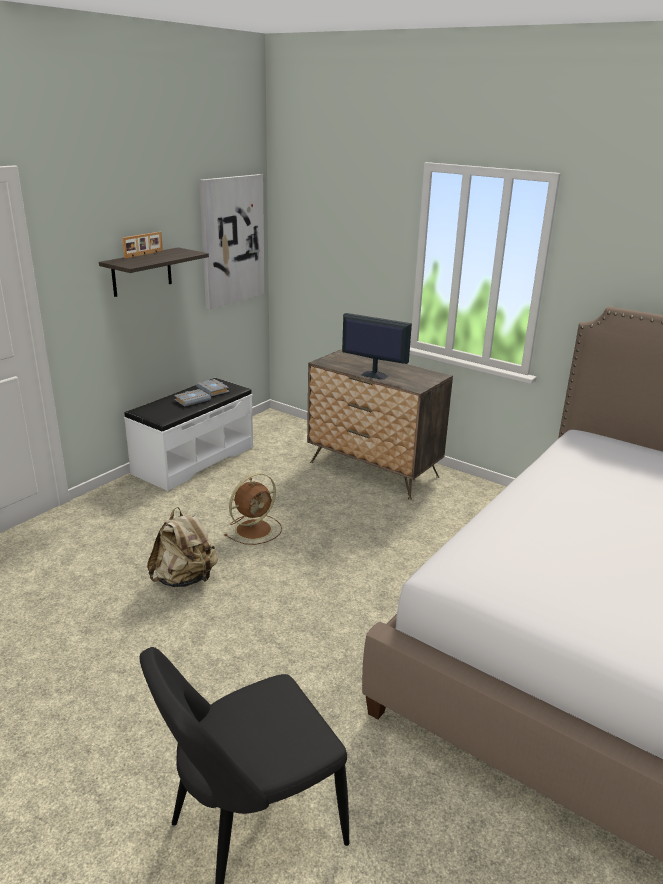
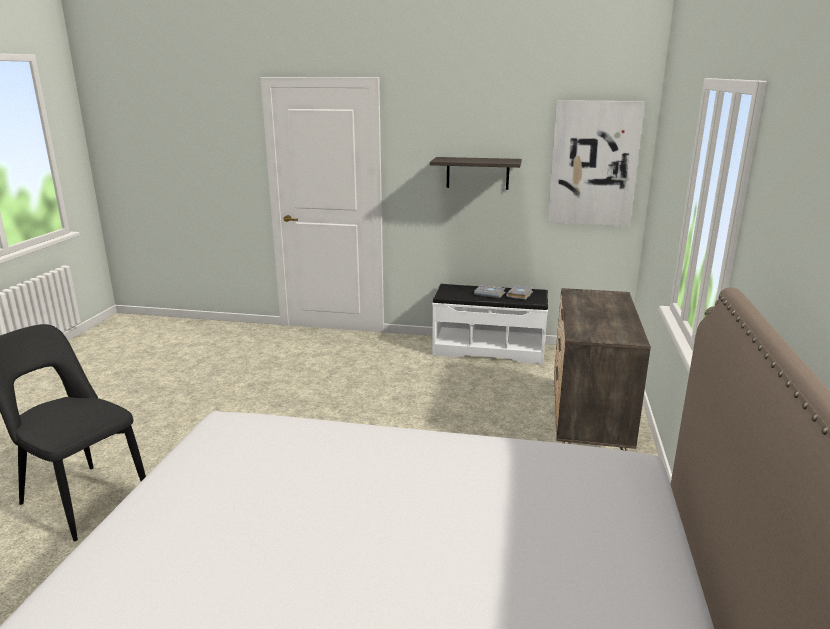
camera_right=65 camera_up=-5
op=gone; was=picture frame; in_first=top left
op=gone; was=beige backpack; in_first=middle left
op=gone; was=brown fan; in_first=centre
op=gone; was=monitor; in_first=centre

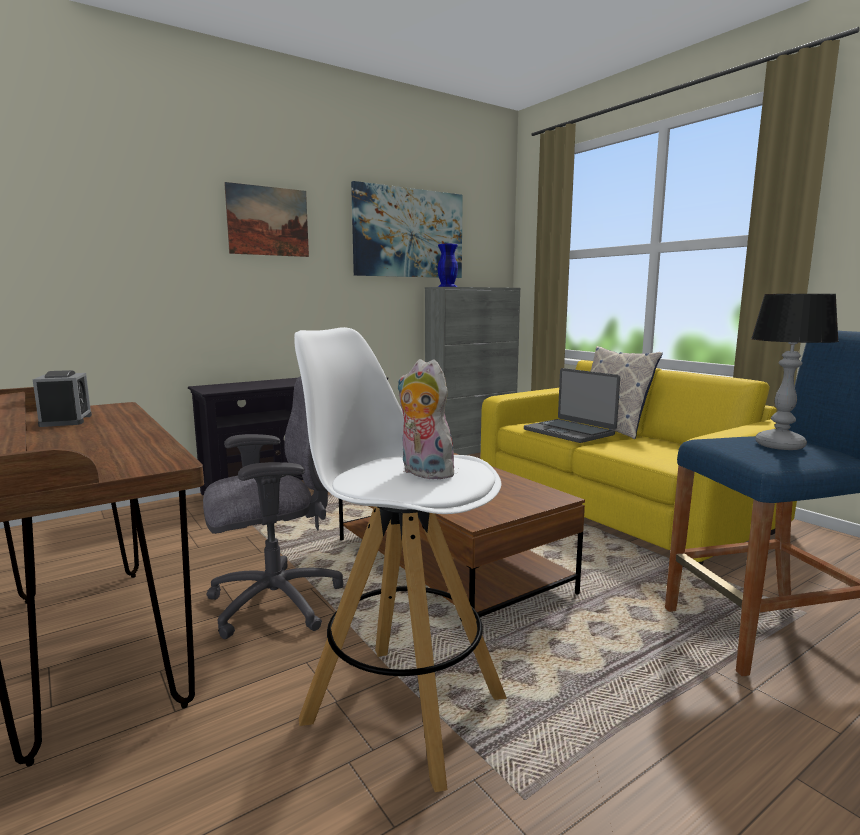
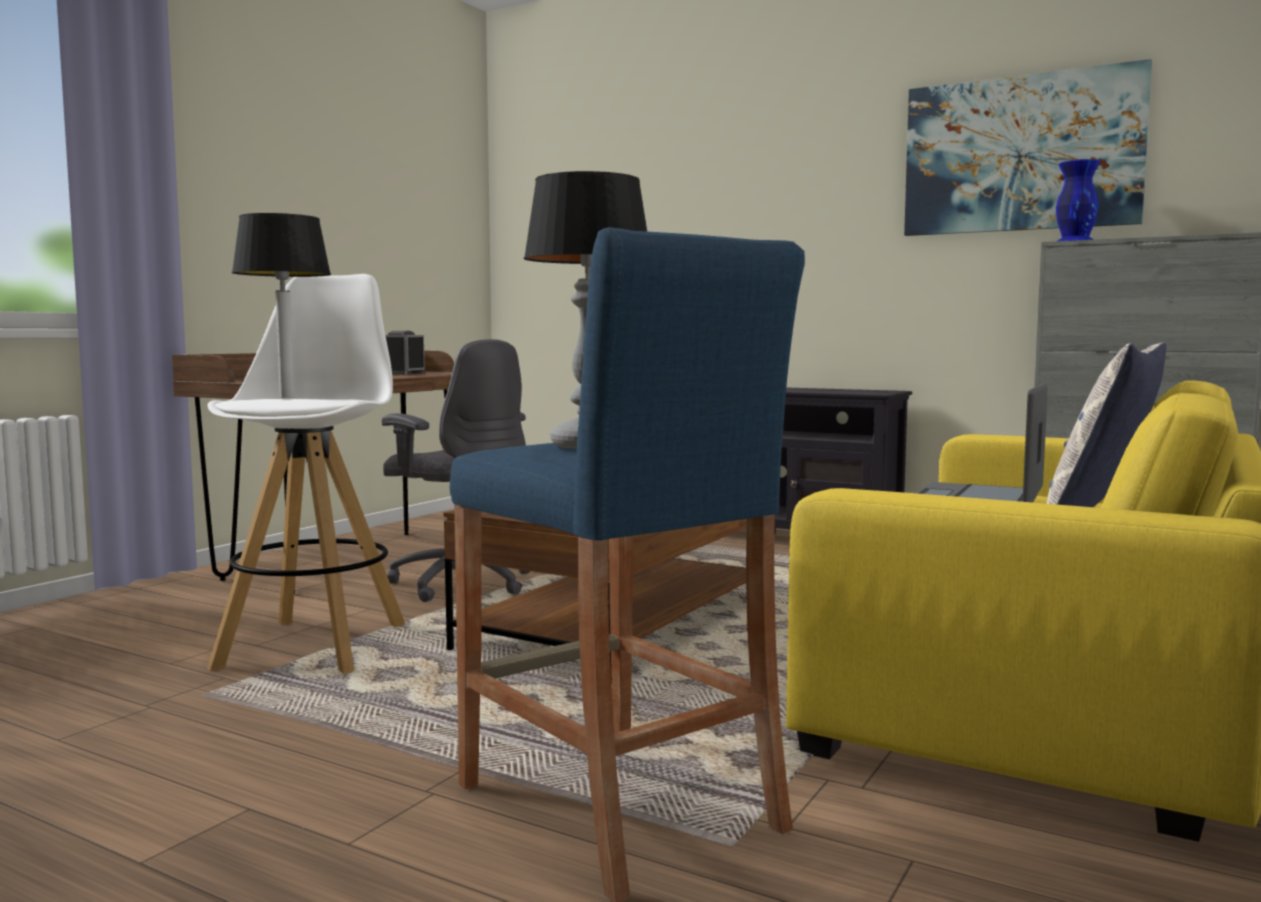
camera_right=65 camera_up=-5
op=gone; was=picture (no. 1 from left); in_first=top left
op=swapped; was=plush toy; now=table lamp (no. 1 from left); in_first=centre; in_second=middle left
op=rotated; was=alarm clock; in_first=middle left; in_second=middle left; clockwise=150

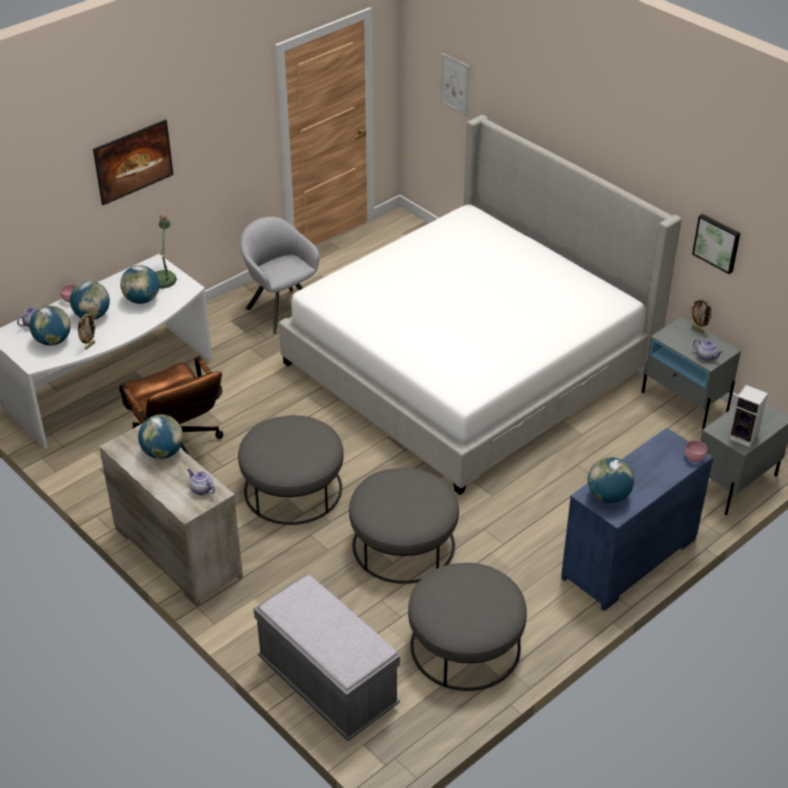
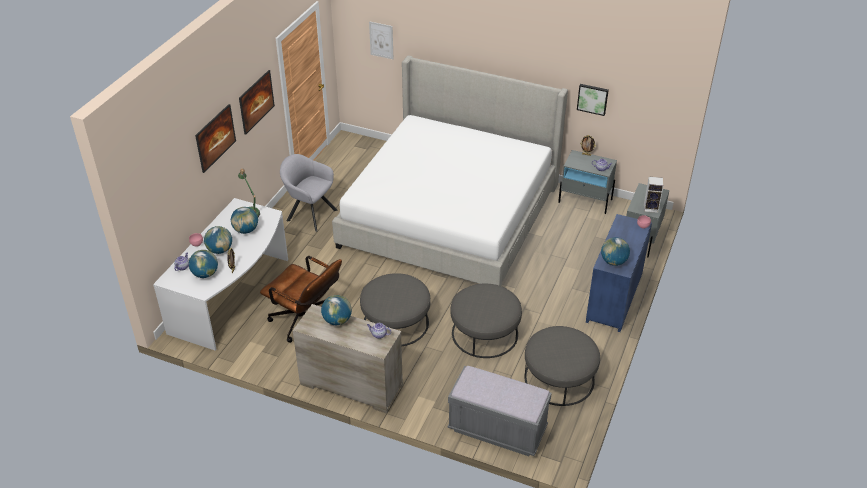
camera_right=-25 camera_up=0
op=new; now=picture (no. 2 from left); in_second=top left

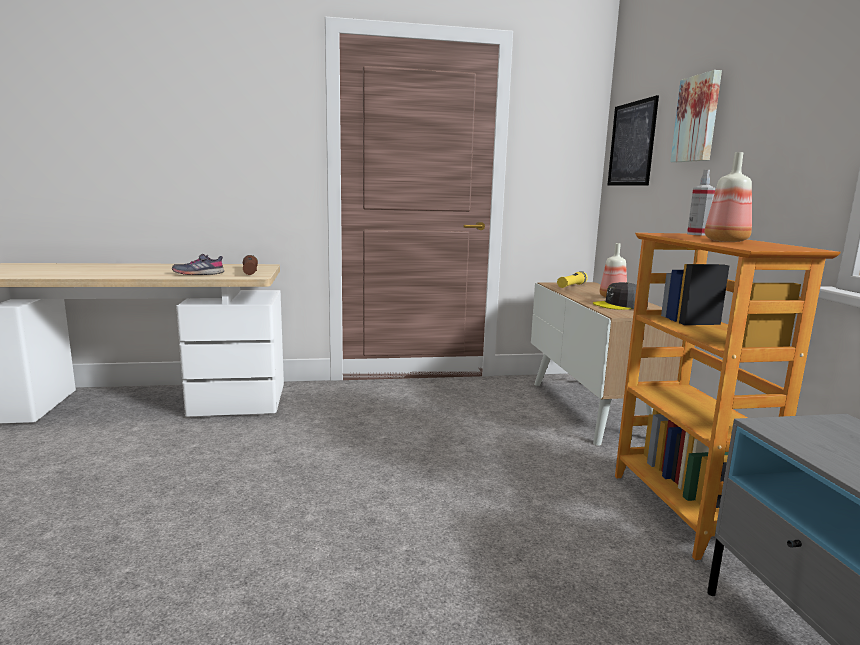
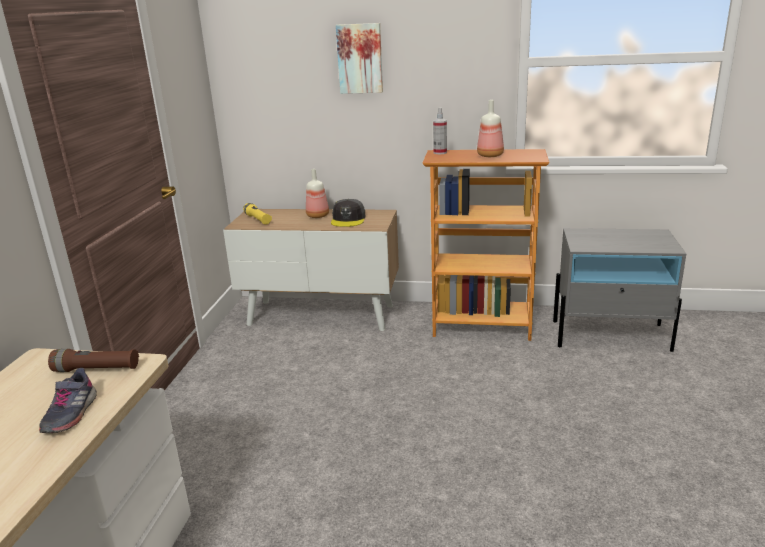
camera_right=-70 camera_up=10
op=gone; was=picture (no. 1 from left); in_first=top right

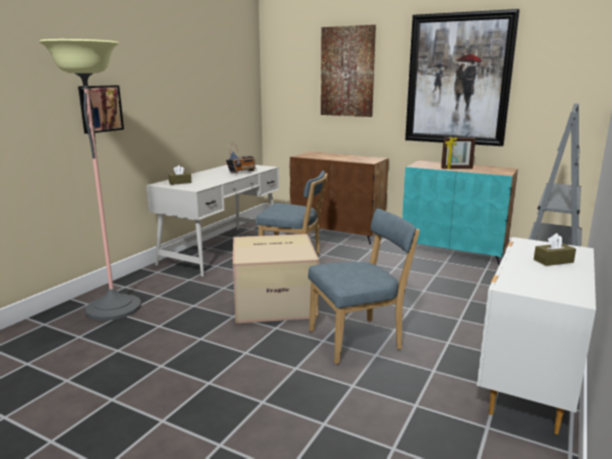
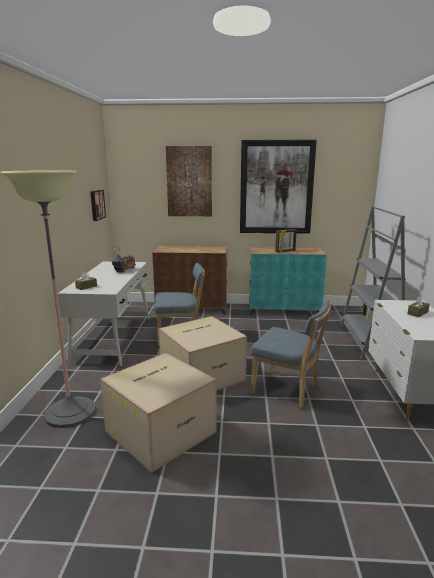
camera_right=-25 camera_up=0
op=new; now=cardboard box (no. 1 from left); in_second=bottom centre
op=shifted; was=picture (no. 1 from left); in_first=top left; in_second=middle left
op=rotated; was=blue chair (no. 2 from left); in_first=centre; in_second=middle right; clockwise=75

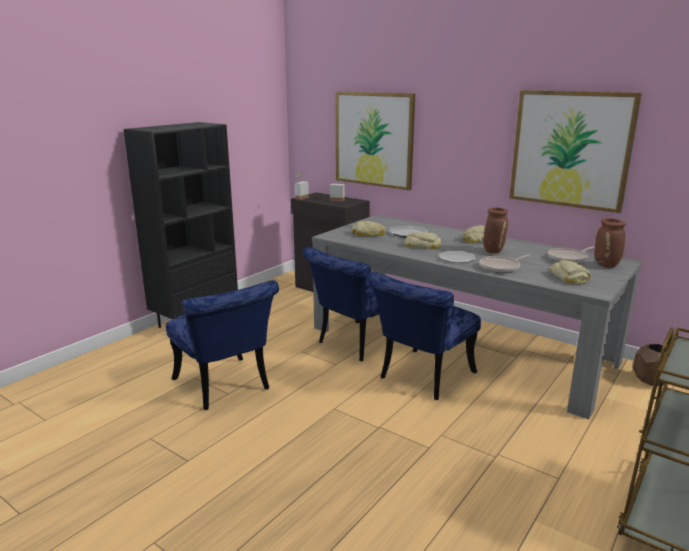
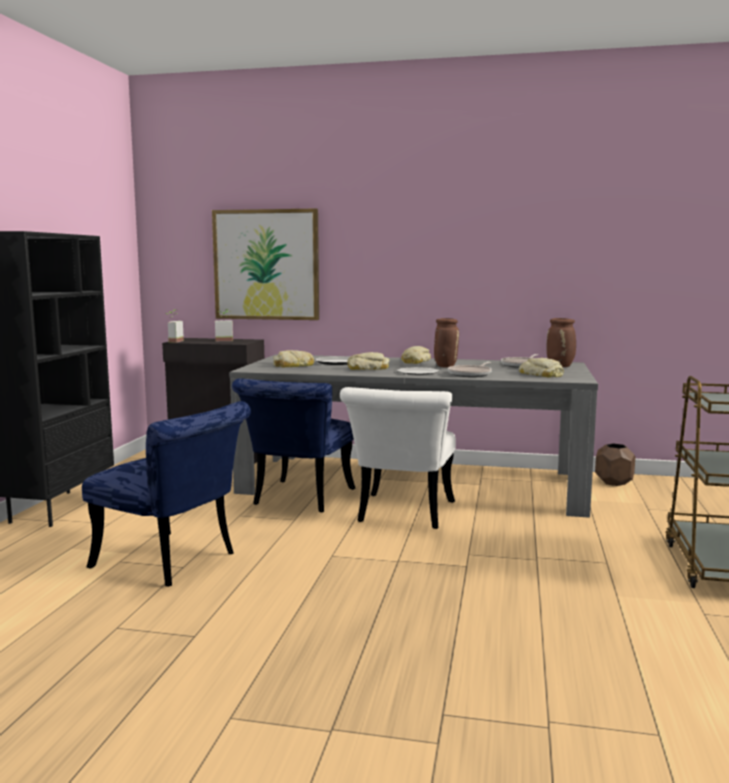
camera_right=-25 camera_up=-10
op=gone; was=picture (no. 2 from left); in_first=top right
op=repainted; was=blue chair (no. 3 from left); now=white chair; in_first=centre; in_second=centre

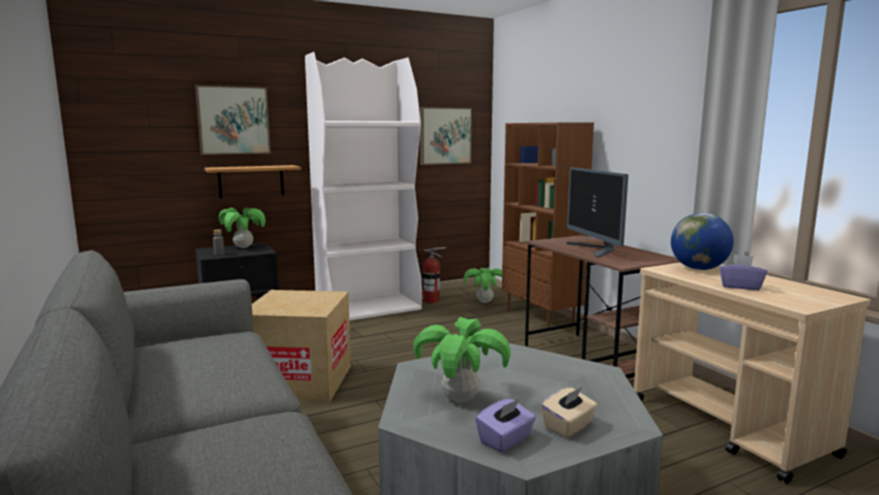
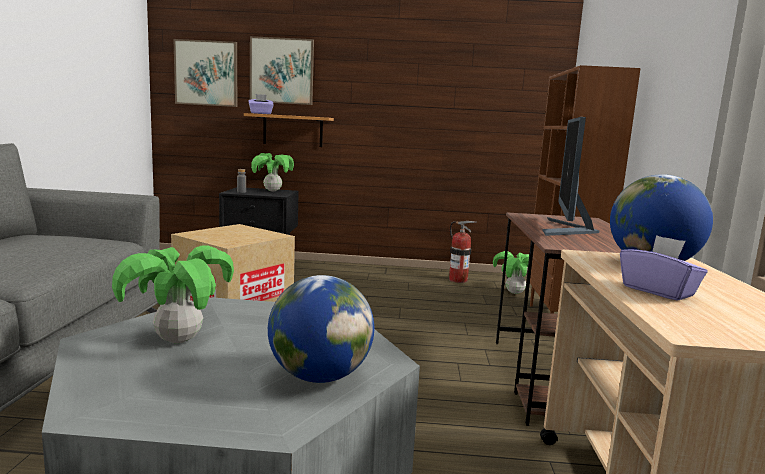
camera_right=30 camera_up=0
op=gone; was=white bookcase; in_first=centre
op=gone; was=beige tissue box; in_first=bottom centre
op=new; now=globe (no. 1 from left); in_second=bottom centre
op=shifted; was=picture (no. 2 from left in the first image); now=picture (no. 1 from left); in_first=top centre; in_second=top left
op=shifted; was=purple tissue box (no. 1 from left); in_first=bottom centre; in_second=top centre

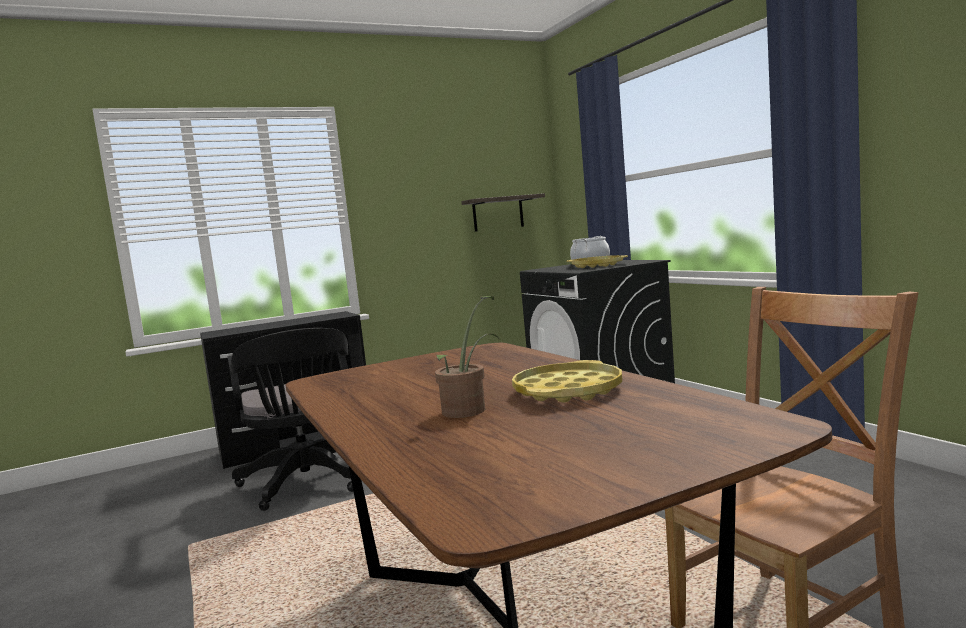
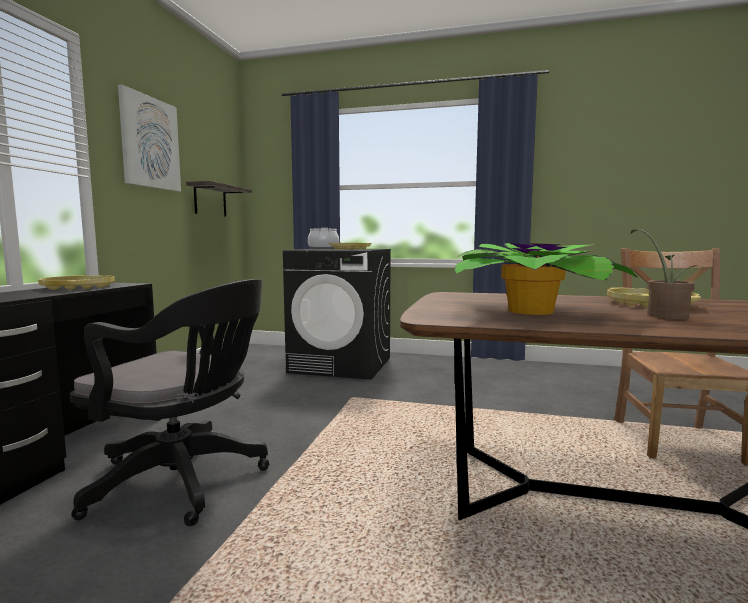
camera_right=-50 camera_up=0
op=new; now=yellow tray (no. 1 from left); in_second=middle left
op=new; now=picture; in_second=top left
op=new; now=potted plant (no. 1 from left); in_second=middle right

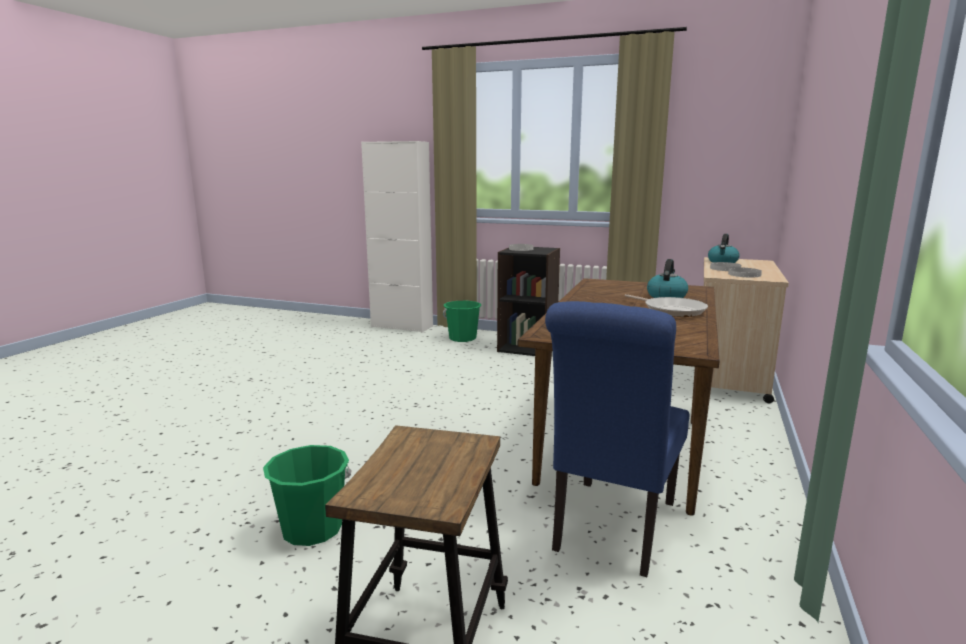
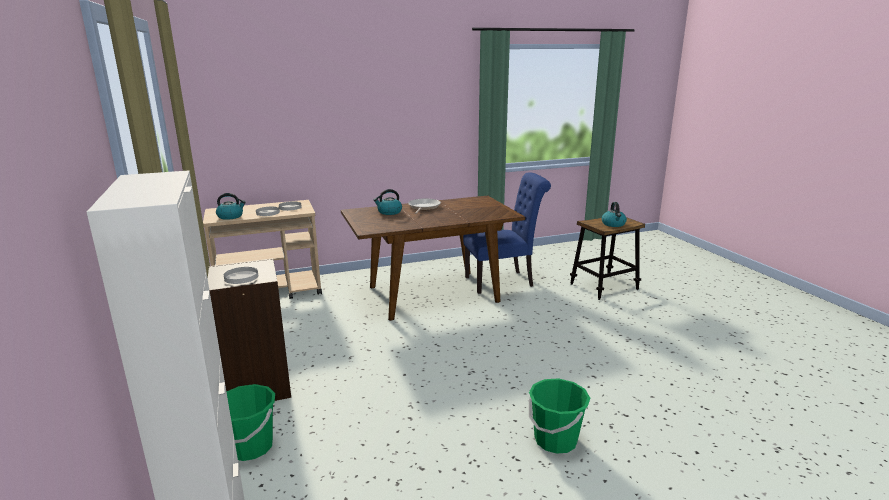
camera_right=-130 camera_up=5
op=new; now=kettle (no. 3 from left); in_second=middle right
op=shifted; was=green bucket (no. 1 from left in the first image); now=green bucket (no. 2 from left); in_first=bottom left; in_second=bottom centre

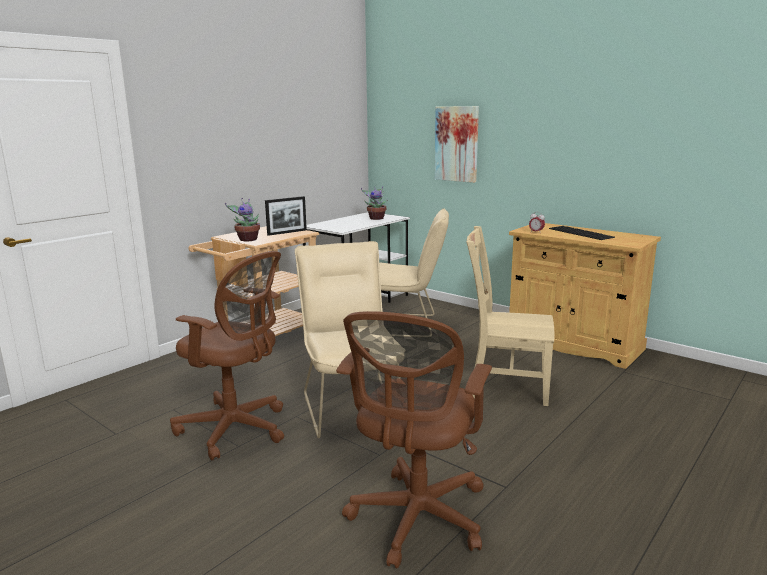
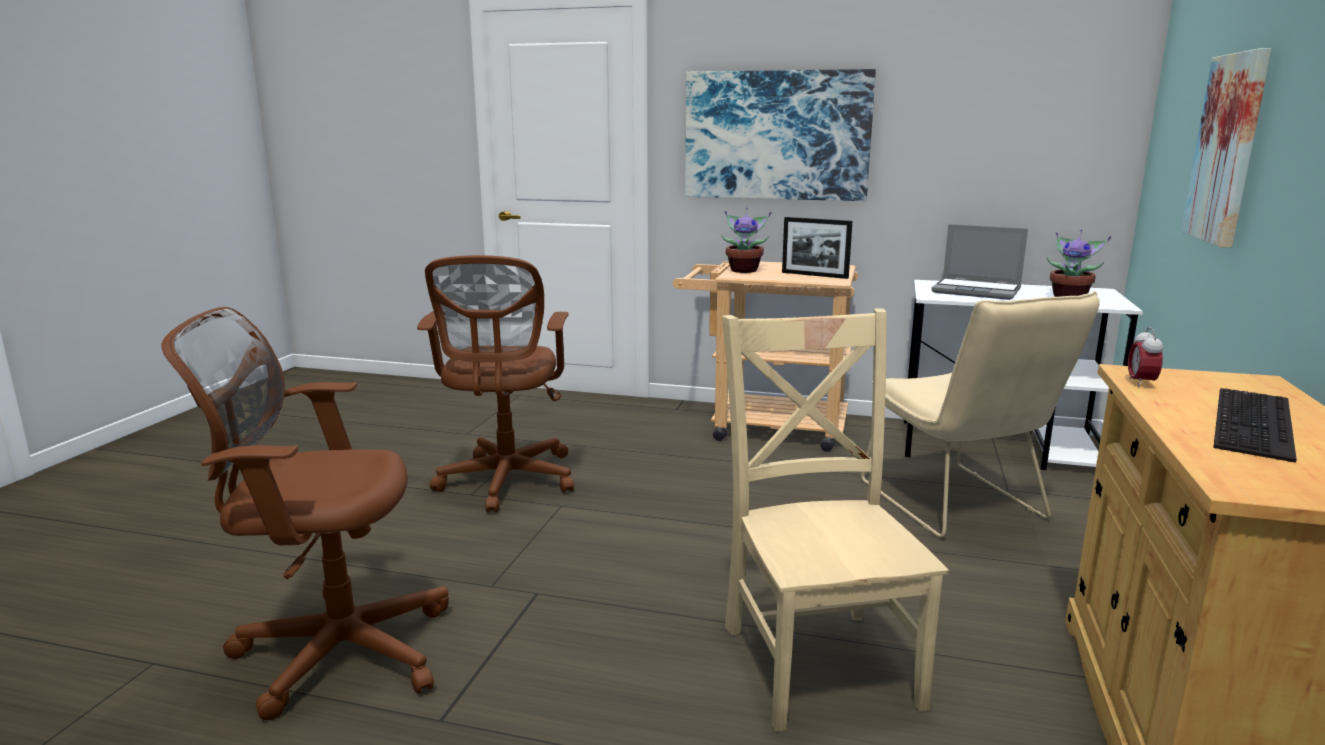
camera_right=65 camera_up=0
op=gone; was=beige chair (no. 1 from left); in_first=centre
op=new; now=picture (no. 1 from left); in_second=top centre
op=new; now=laptop; in_second=middle right

